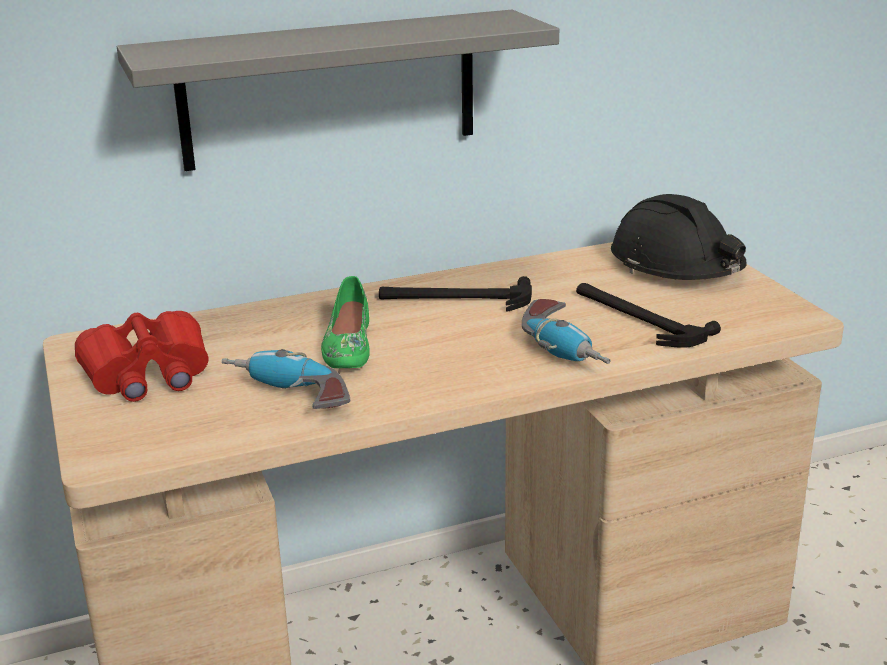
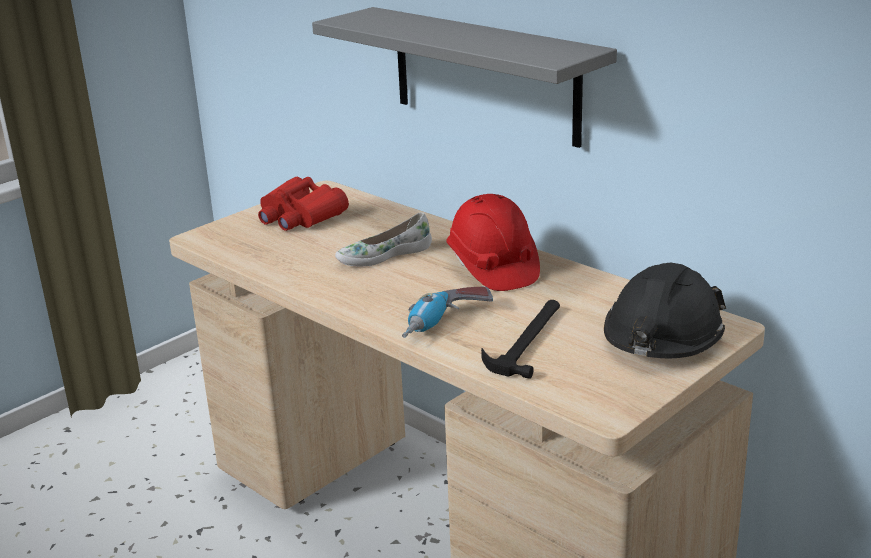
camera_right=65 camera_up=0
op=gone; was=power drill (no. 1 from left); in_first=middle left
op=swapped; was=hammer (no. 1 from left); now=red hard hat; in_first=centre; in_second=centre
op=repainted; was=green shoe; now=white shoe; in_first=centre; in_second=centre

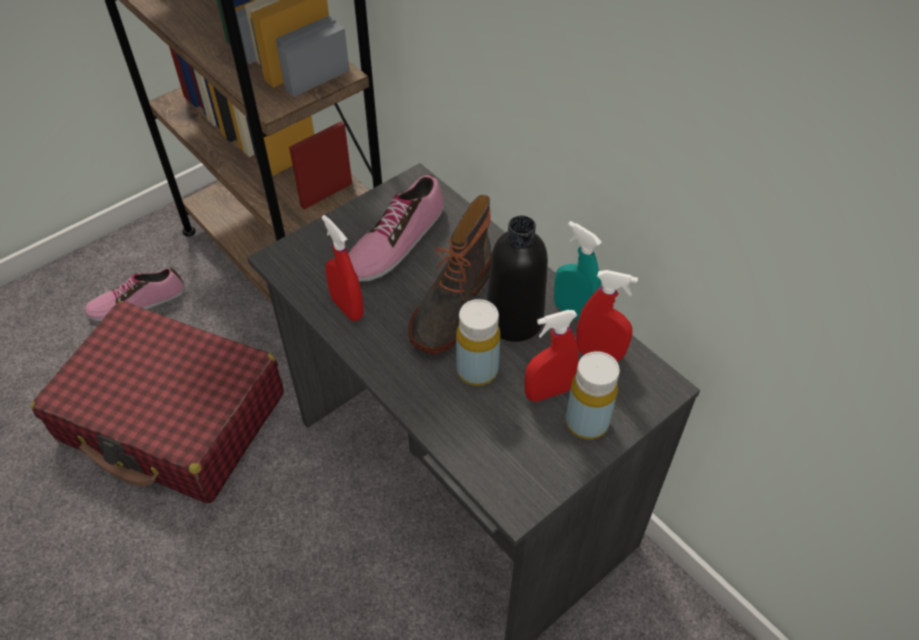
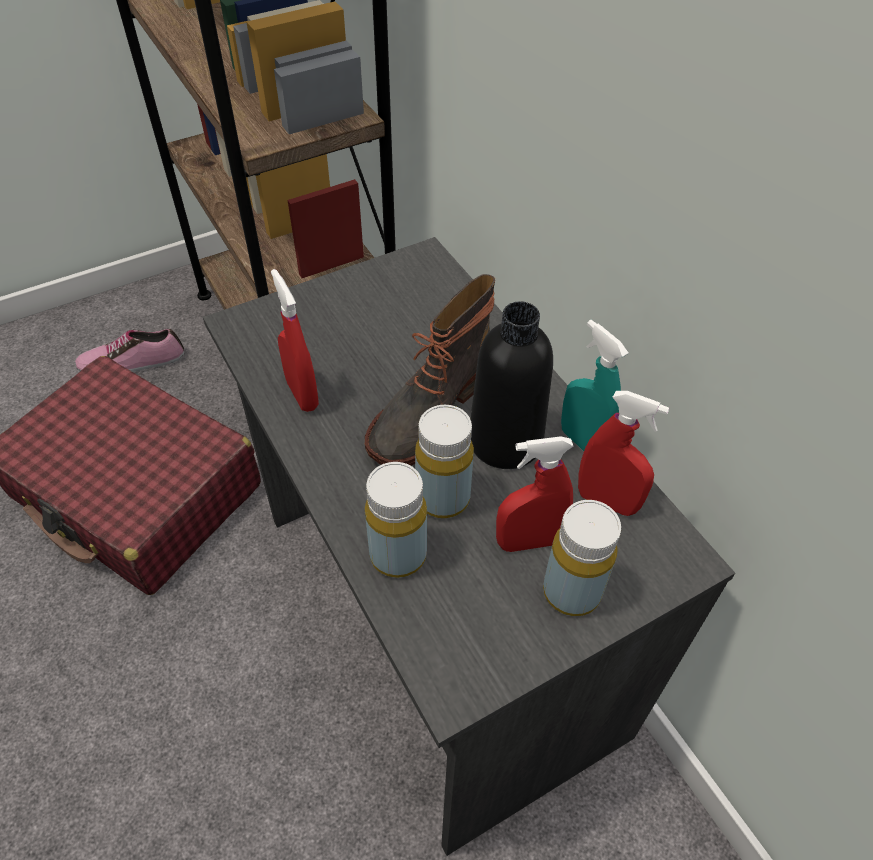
camera_right=10 camera_up=0
op=gone; was=shoe (no. 2 from left); in_first=centre
op=new; now=yellow bottle (no. 1 from left); in_second=centre

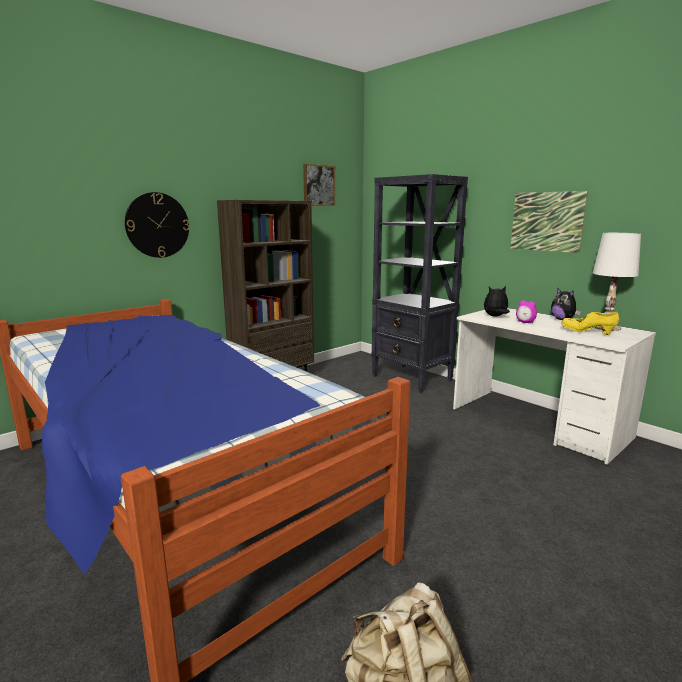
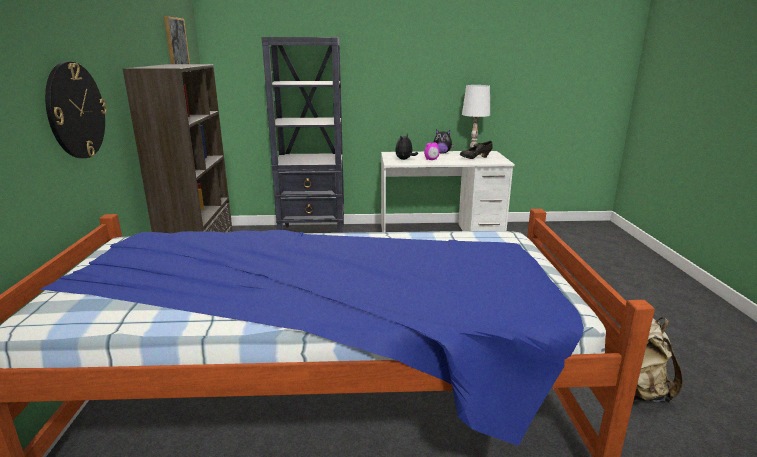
camera_right=-50 camera_up=5
op=gone; was=picture (no. 2 from left); in_first=top right
op=repainted; was=yellow shoe; now=black shoe; in_first=middle right; in_second=top centre

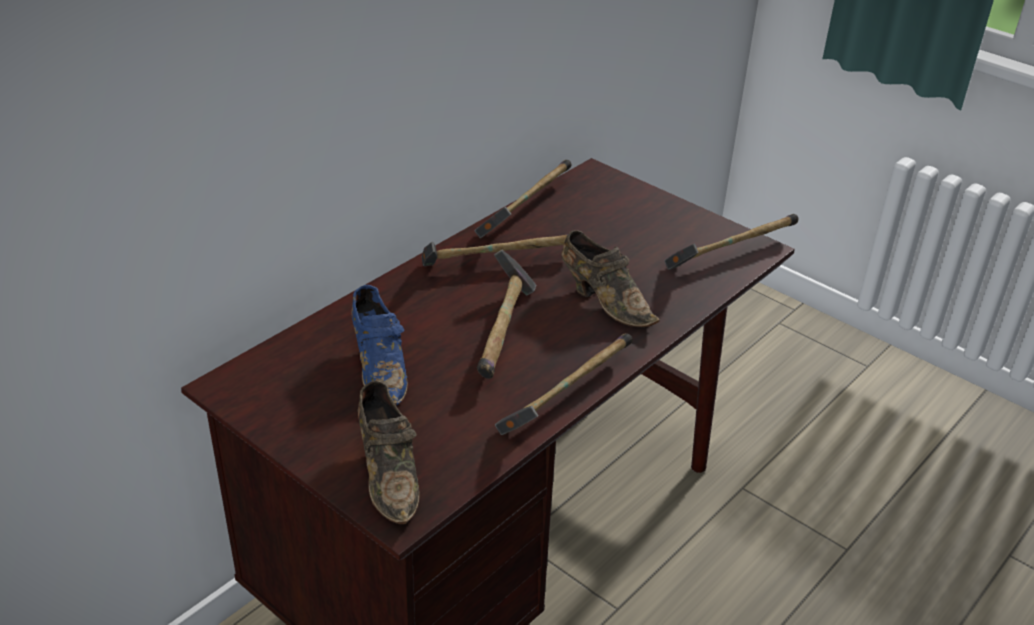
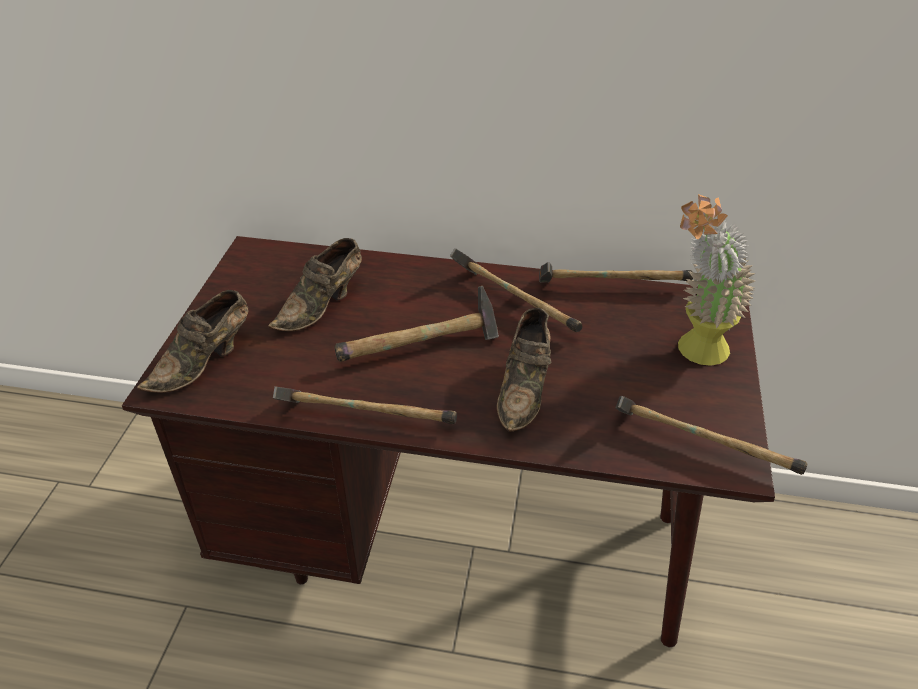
camera_right=60 camera_up=5
op=new; now=potted plant; in_second=middle right
op=repainted; was=blue shoe; now=brown shoe (no. 2 from left); in_first=centre; in_second=centre

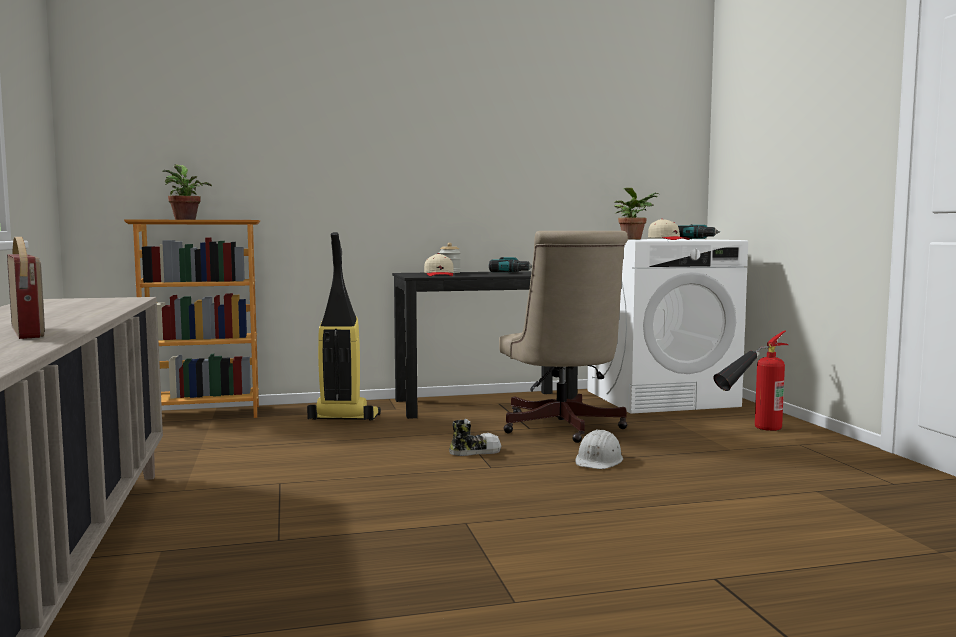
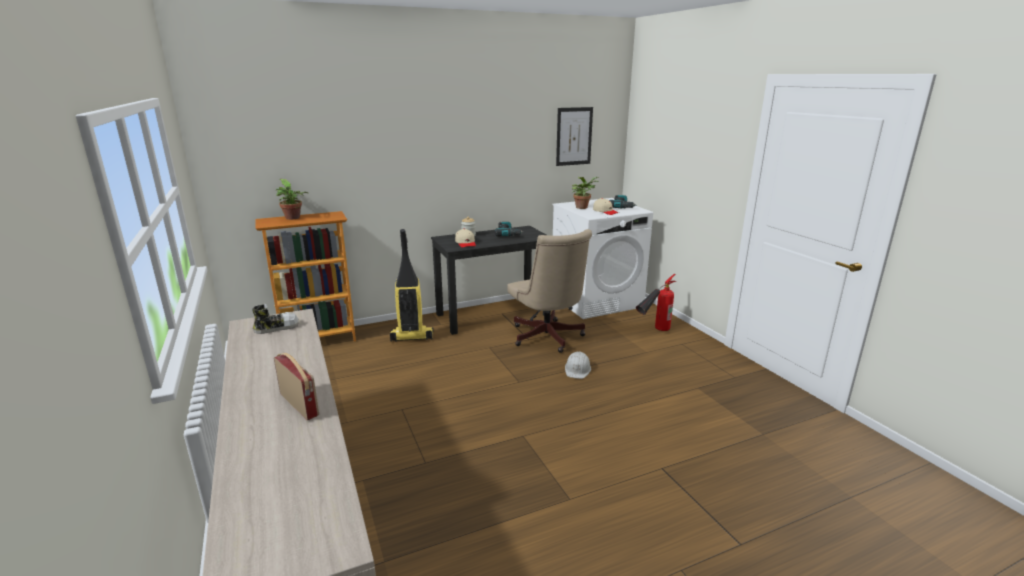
camera_right=-10 camera_up=15
op=new; now=picture; in_second=top centre
op=shifted; was=shoe; in_first=bottom centre; in_second=middle left

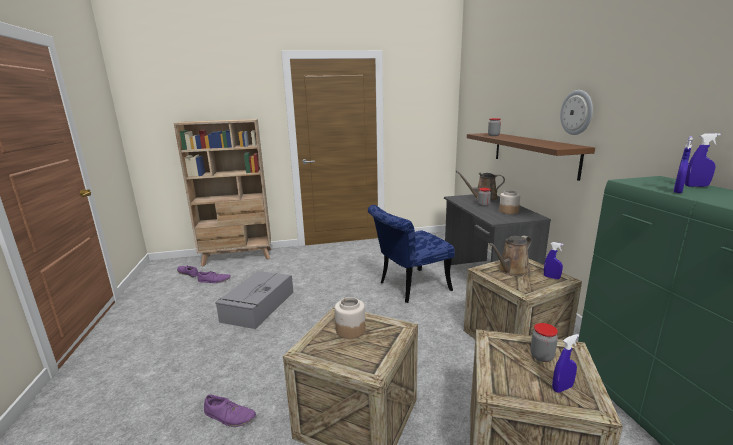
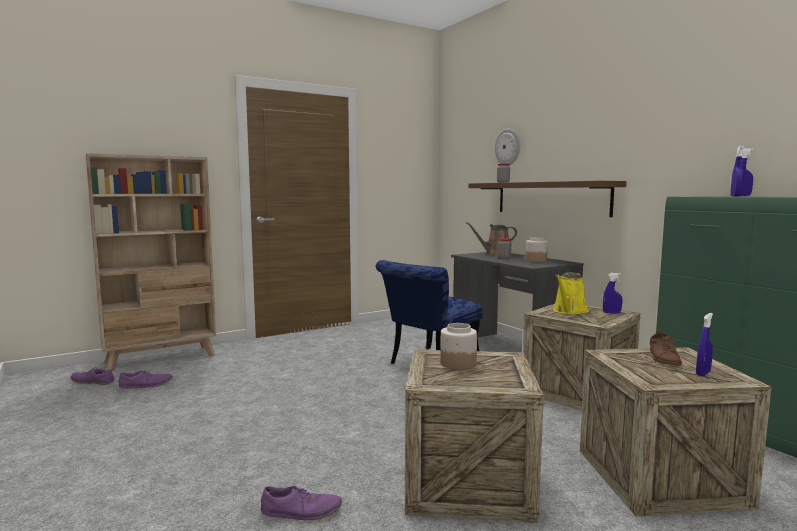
camera_right=-20 camera_up=-10
op=gone; was=grey storage box; in_first=bottom centre
op=shifted; was=wall clock; in_first=top right; in_second=top centre
op=swapped; was=jar (no. 5 from left); now=brown shoe; in_first=bottom right; in_second=middle right
op=repainted; was=brown watering can (no. 2 from left); now=yellow watering can; in_first=middle right; in_second=middle right

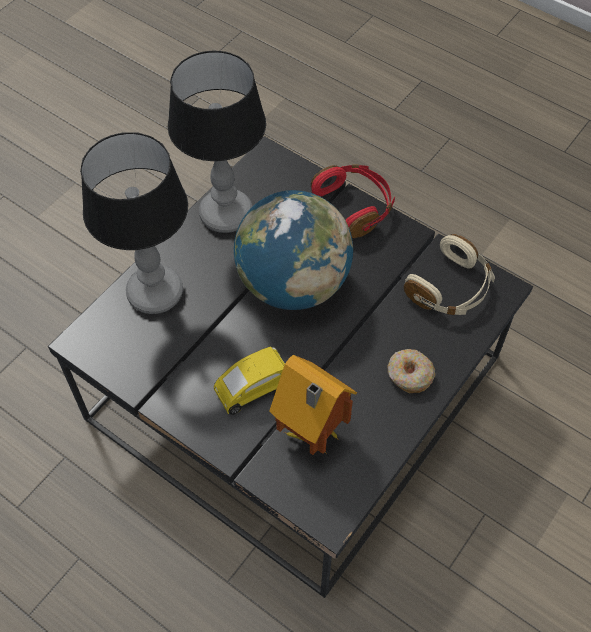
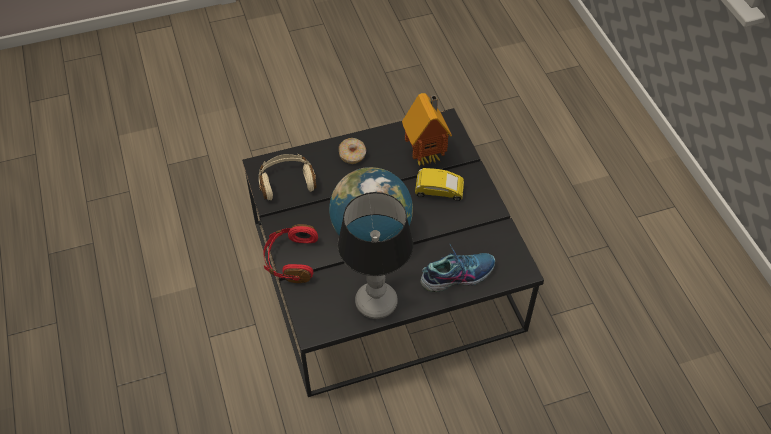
camera_right=-145 camera_up=-5
op=swapped; was=table lamp (no. 1 from left); now=shoe; in_first=middle left; in_second=centre

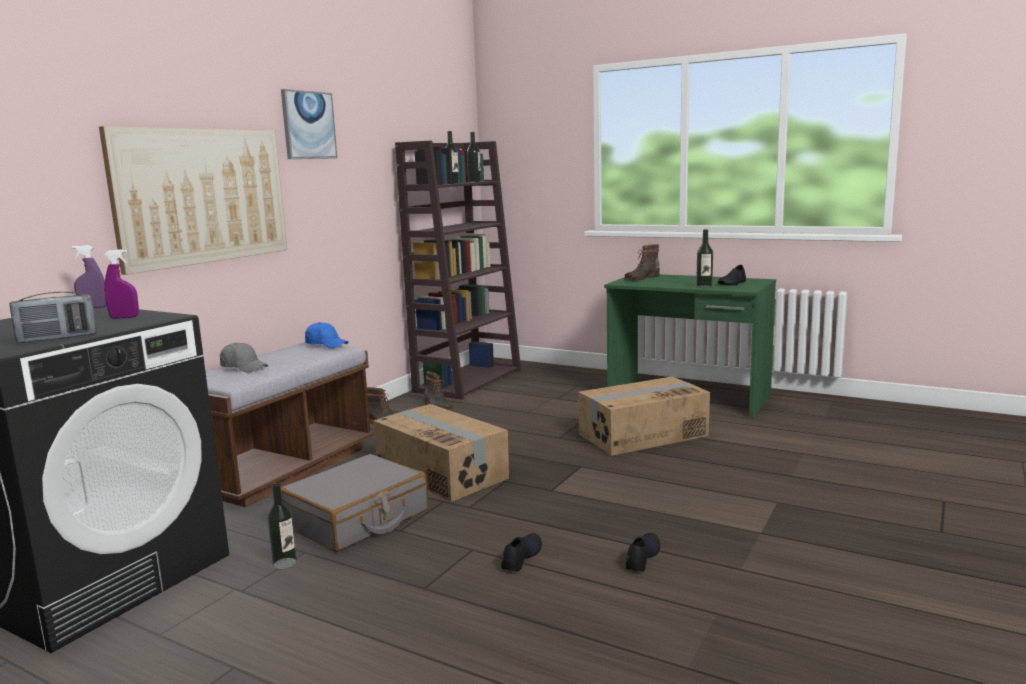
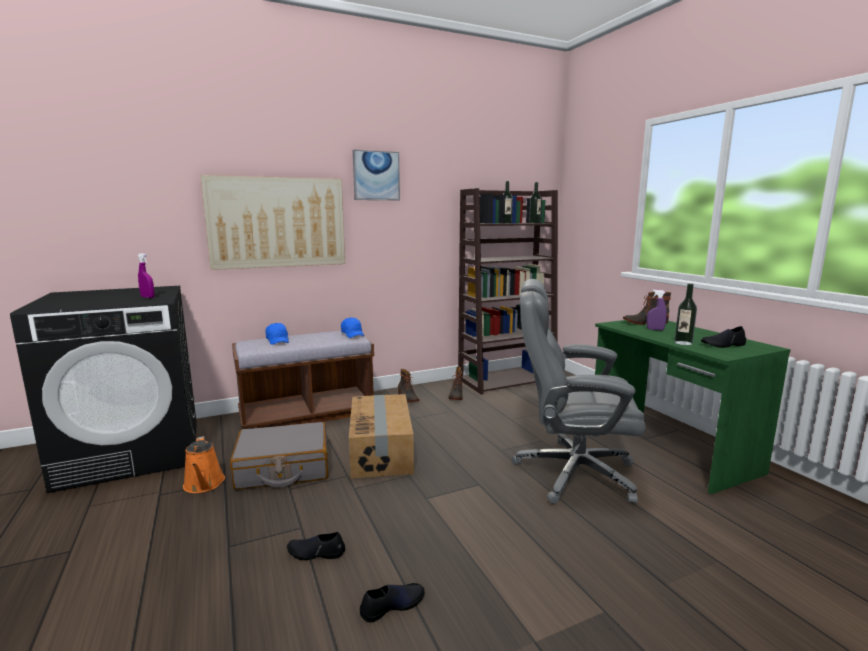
camera_right=35 camera_up=0
op=gone; was=radio; in_first=middle left
op=shifted; was=purple spray bottle (no. 1 from left in the first image); now=purple spray bottle (no. 2 from left); in_first=middle left; in_second=middle right
op=swapped; was=bottle (no. 1 from left); now=orange watering can; in_first=bottom left; in_second=bottom left
op=swapped; was=cardboard box (no. 2 from left); now=grey office chair; in_first=centre; in_second=centre
op=repainted; was=grey cap; now=blue cap (no. 1 from left); in_first=middle left; in_second=middle left
op=rotated; was=black shoe (no. 1 from left); in_first=bottom centre; in_second=bottom centre; clockwise=-150

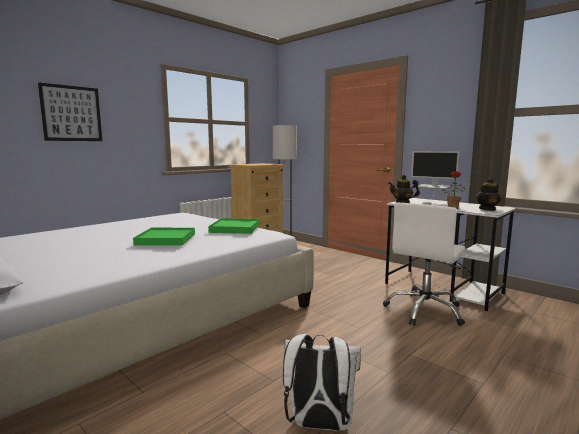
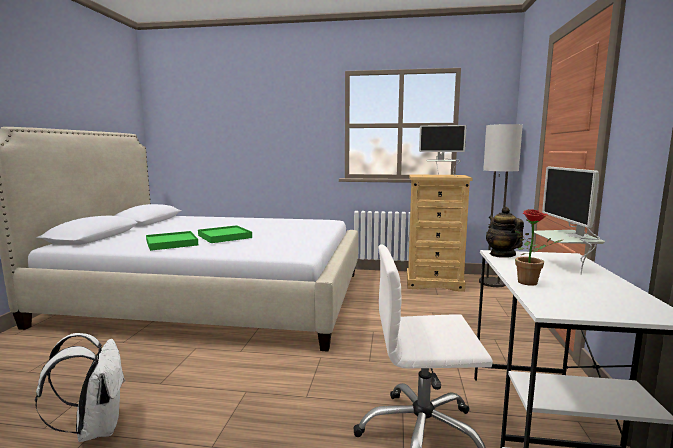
camera_right=55 camera_up=0
op=gone; was=picture; in_first=top left
op=gone; was=teapot (no. 2 from left); in_first=middle right
op=new; now=monitor (no. 1 from left); in_second=centre
op=shifted; was=green tray (no. 2 from left in the first image); now=green tray (no. 1 from left); in_first=centre; in_second=middle left

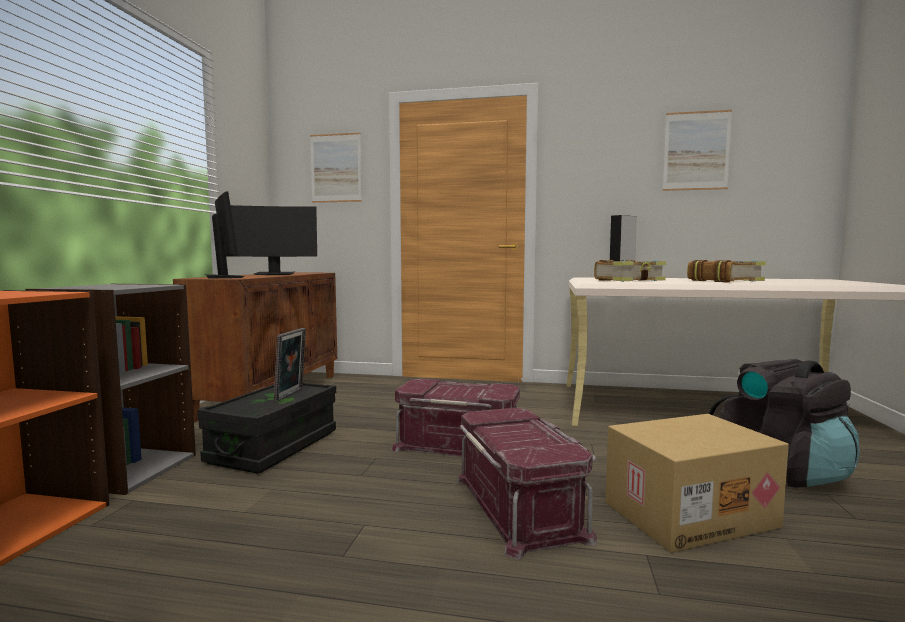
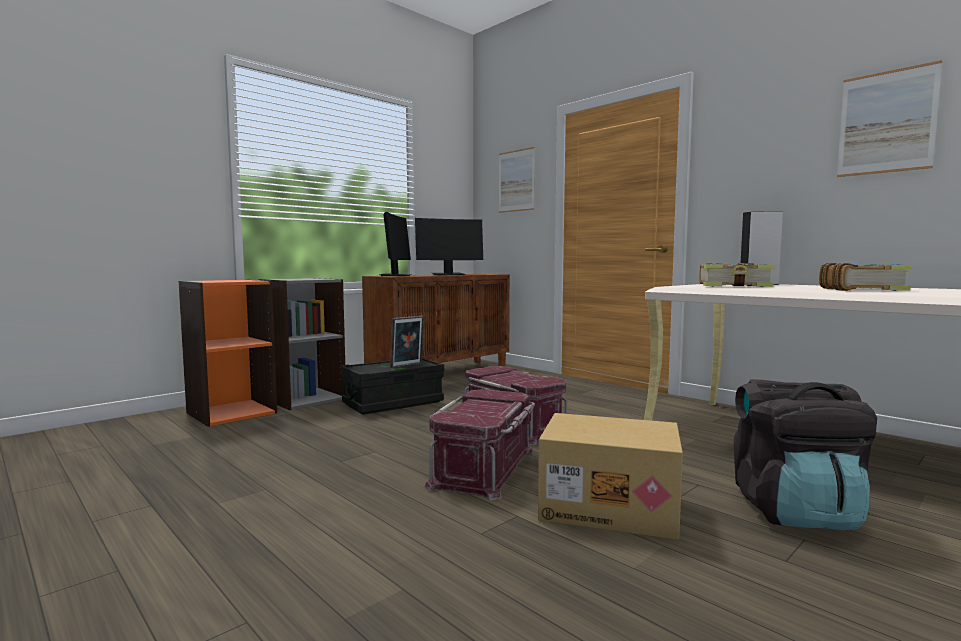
camera_right=35 camera_up=0
op=rotated; was=monitor (no. 2 from left); in_first=middle left; in_second=centre; clockwise=-45

